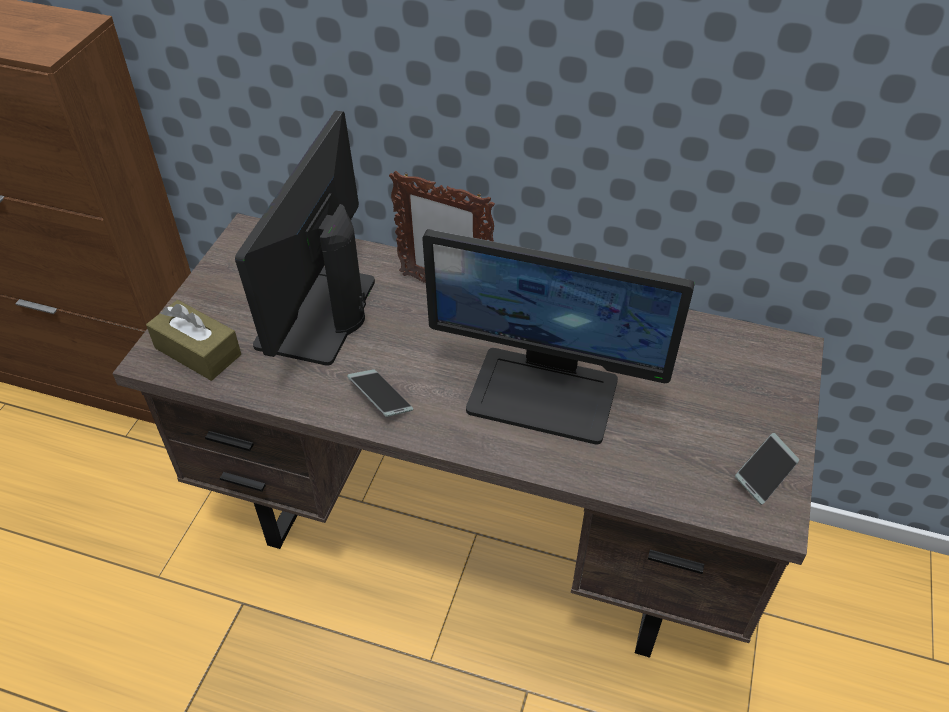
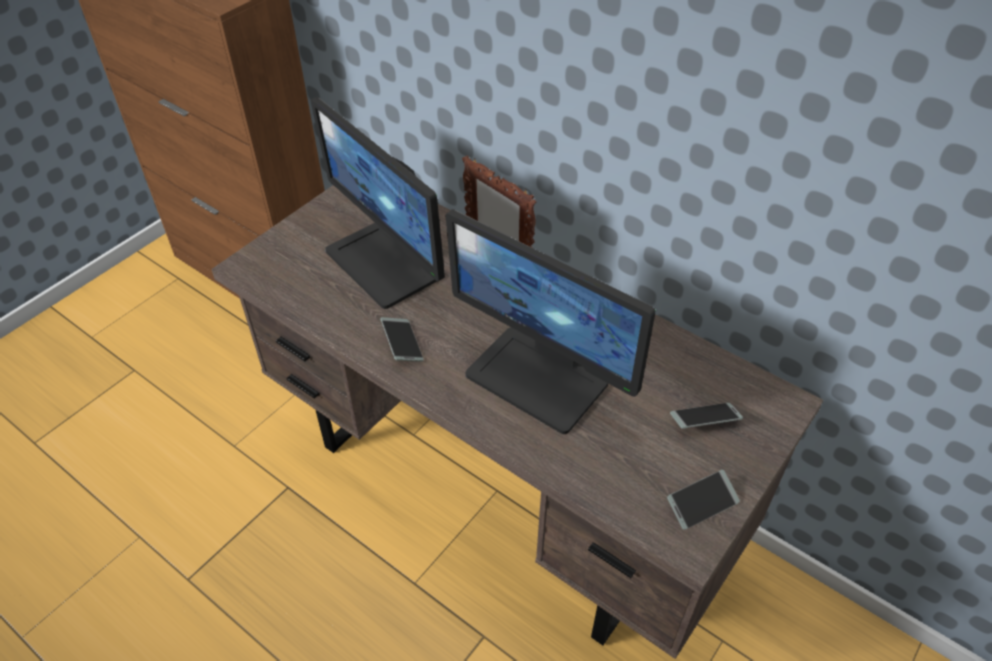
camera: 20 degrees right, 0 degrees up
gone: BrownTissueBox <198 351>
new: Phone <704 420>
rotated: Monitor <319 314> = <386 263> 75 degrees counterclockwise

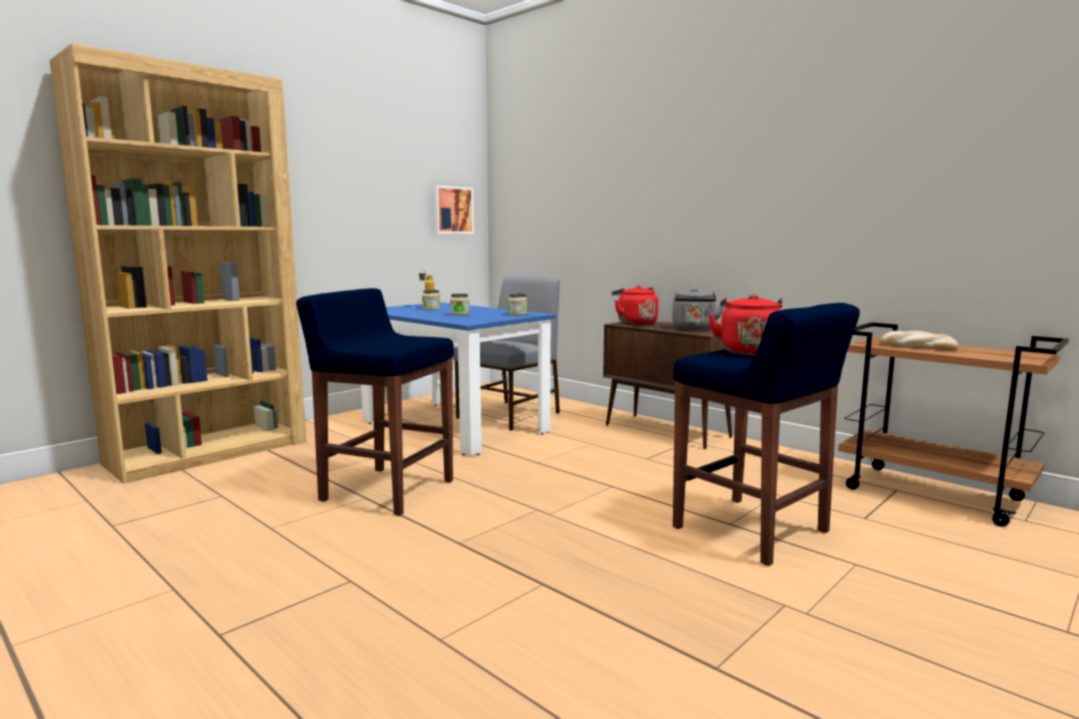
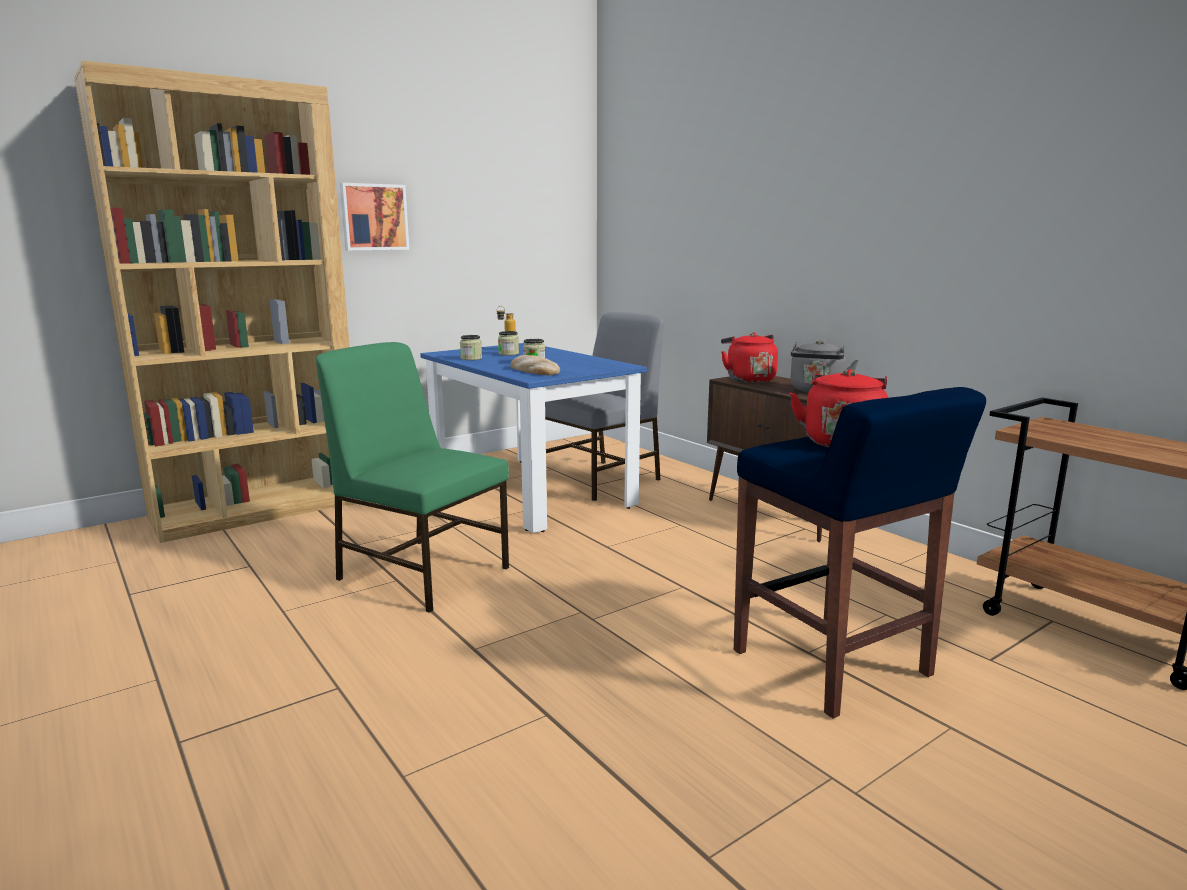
camera: 10 degrees right, 5 degrees up
shifted: Picture <452 210> to <374 217>; Jar <517 314> to <471 358>; Bread <917 346> to <533 370>
swapped: BlueStool <386 490> to GreenChair <422 572>

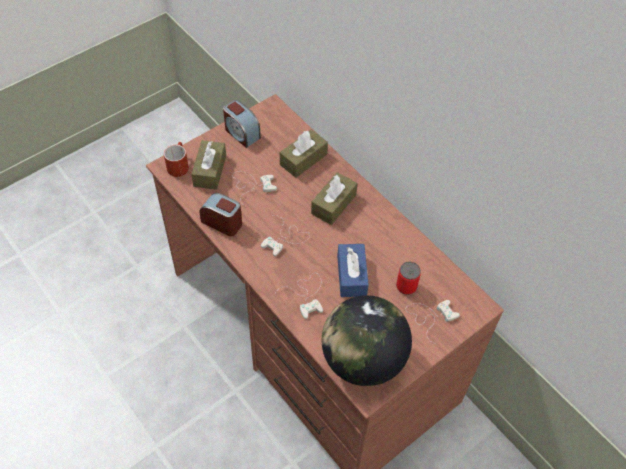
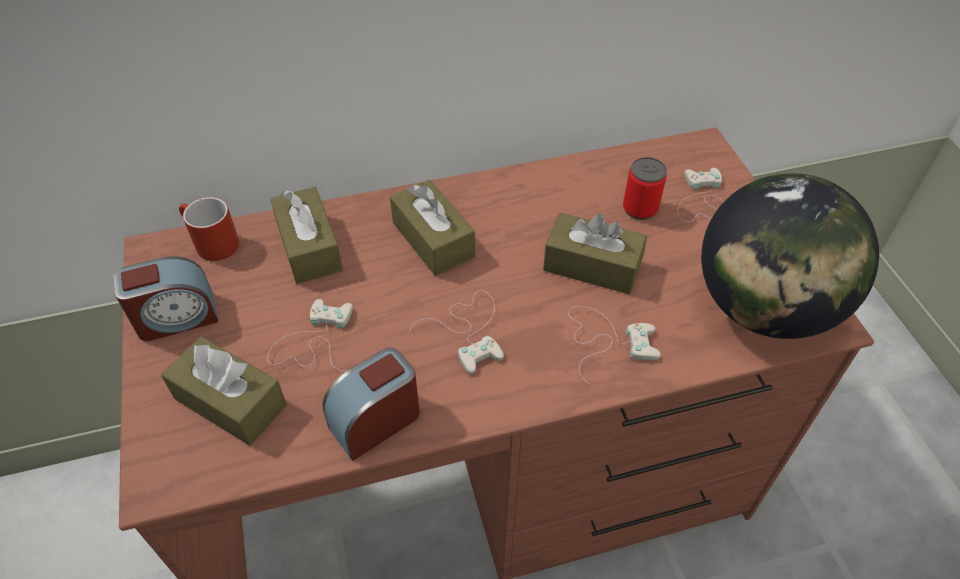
camera: 65 degrees left, 5 degrees down
shifted: RedMug <178 165> to <210 243>
repainted: BlueTissueBox <351 275> to BrownTissueBox <592 266>

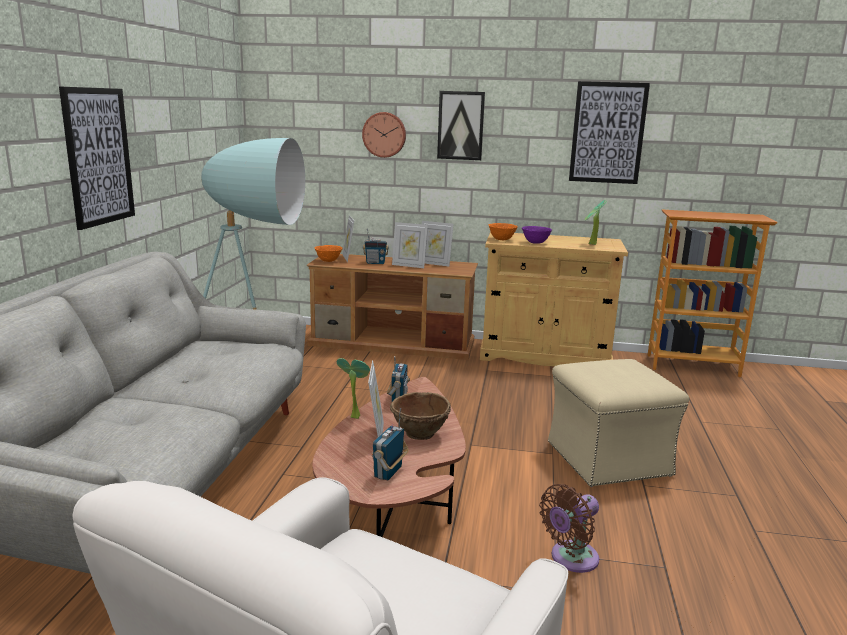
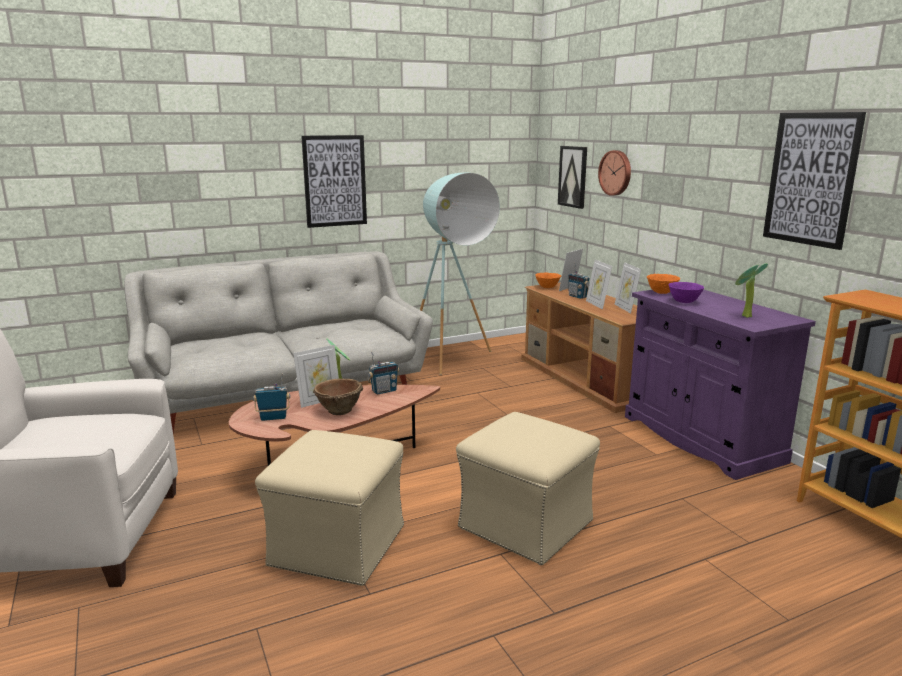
camera: 55 degrees right, 0 degrees up
shifted: Picture <460 125> to <573 176>
swapped: BrownFan <571 559> to BeigeOttoman <337 547>
repainted: BeigeCabinet <544 355> to PurpleCabinet <701 438>

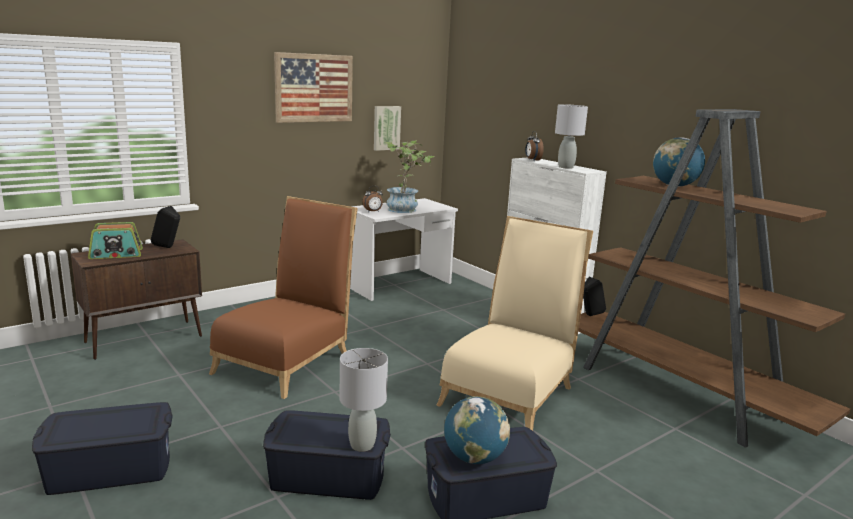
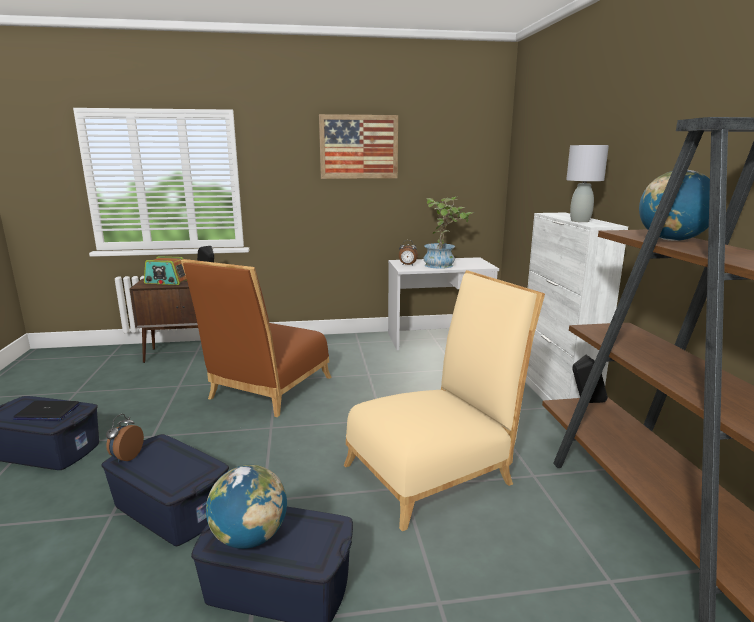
camera: 30 degrees right, 0 degrees up
gone: GreyTableLamp <362 445>; Picture <386 128>
new: Laptop <47 412>
shifted: AlarmClock <532 160> to <126 457>
rotated: BrownChair <287 360> = <266 391> 150 degrees clockwise

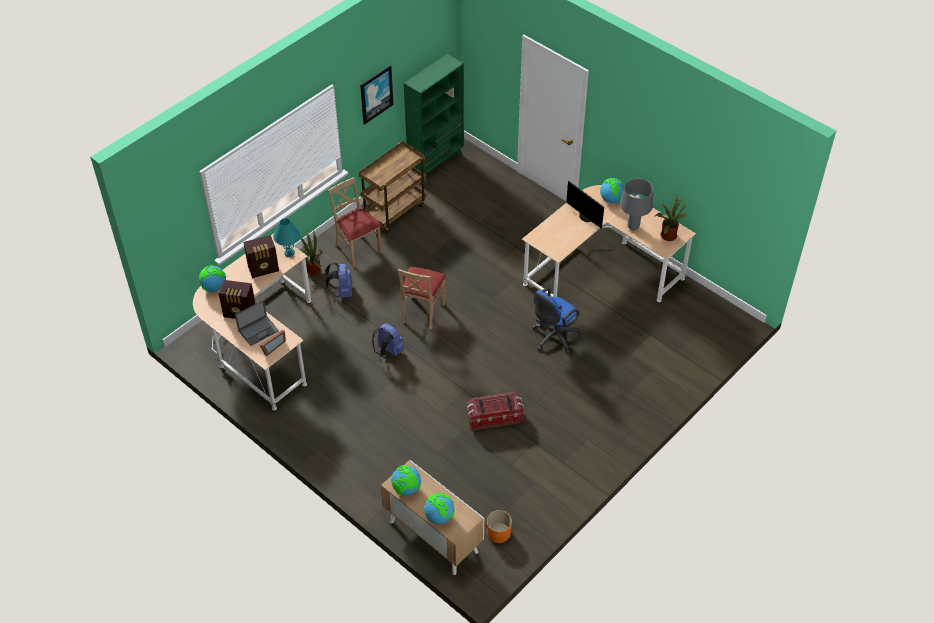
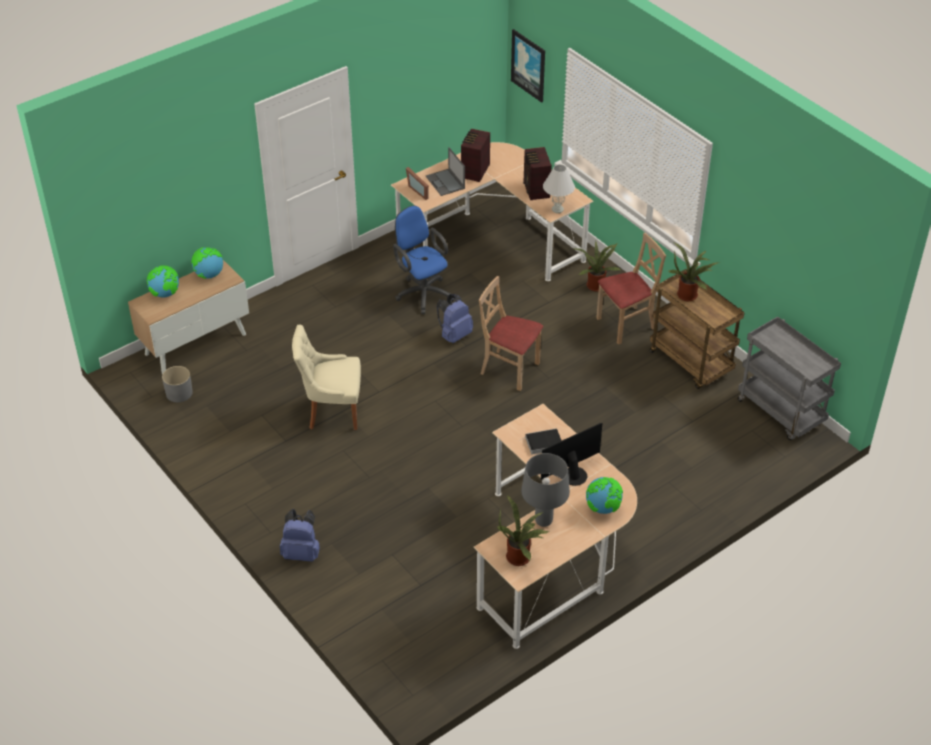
camera: 100 degrees right, 5 degrees down
gone: Globe <214 288>
new: Book <542 443>; PottedPlant <689 294>
shifted: BlueBackpack <342 291> to <302 553>; Picture <376 94> to <529 65>; BlueOfficeChair <553 337> to <422 292>
swapped: GreenBookcase <436 164> to GreyCart <781 412>; StorageBox <494 417> to BeigeChair <332 411>
repainted: TurquoiseTableLamp <289 252> to WhiteTableLamp <557 209>; OrangePlanter <498 533> to GreyPlanter <179 393>

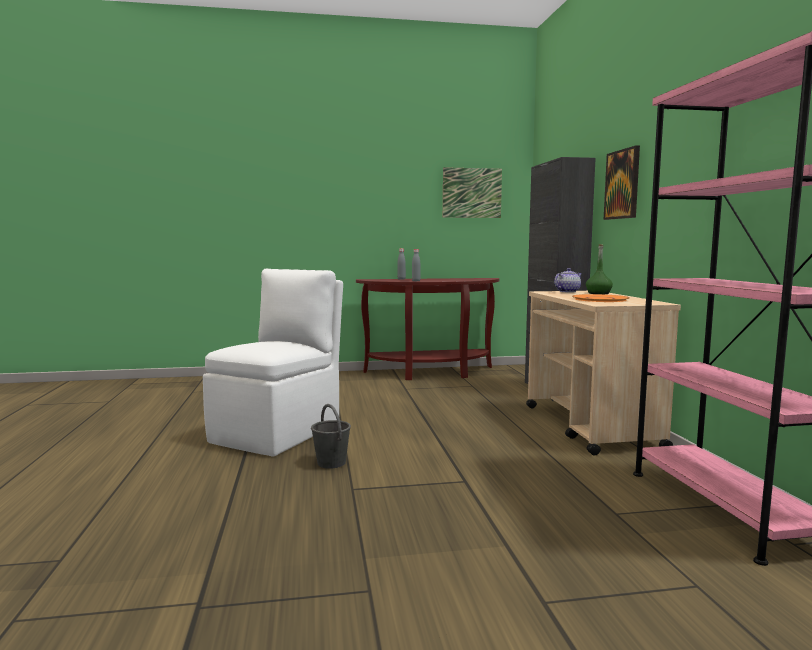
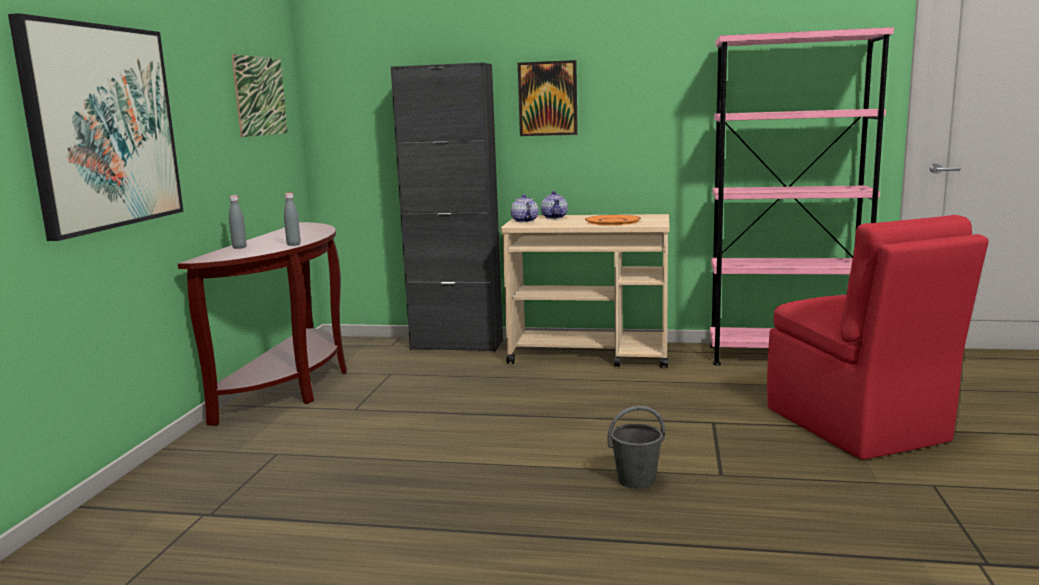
camera: 70 degrees left, 5 degrees up
gone: WhiteChair <279 432>
new: Picture <103 127>; RedChair <857 426>
swapped: GreenBottle <598 293> to Teapot <554 217>

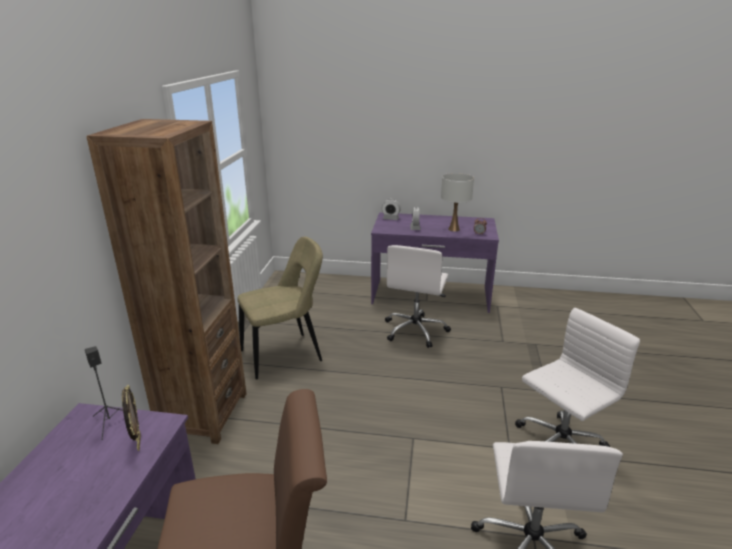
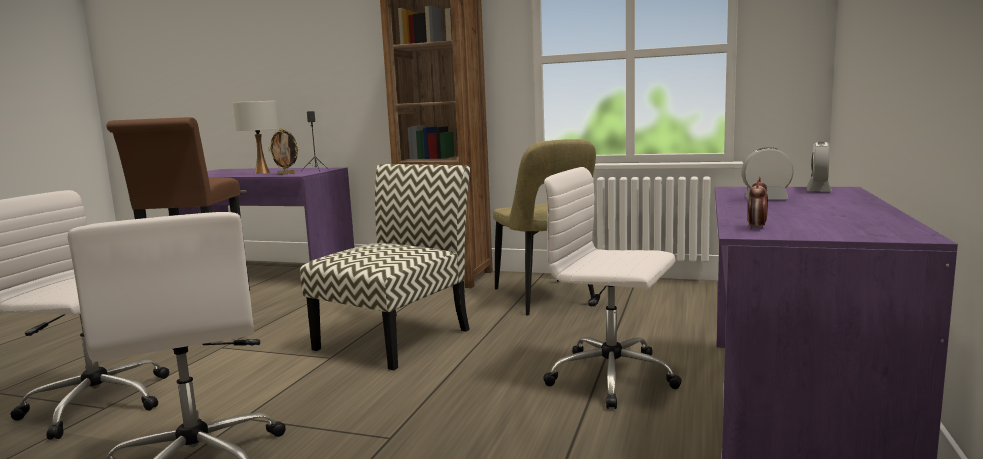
camera: 100 degrees right, 15 degrees down
new: Chair <394 338>
shifted: WhiteTableLamp <454 229> to <262 173>

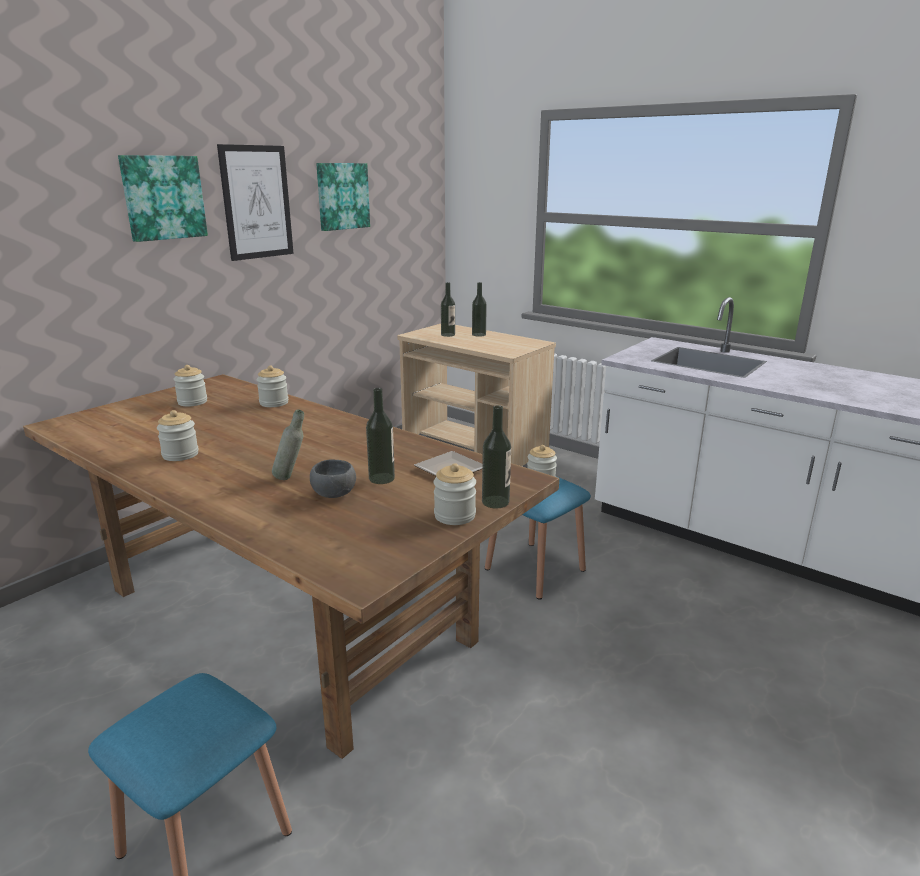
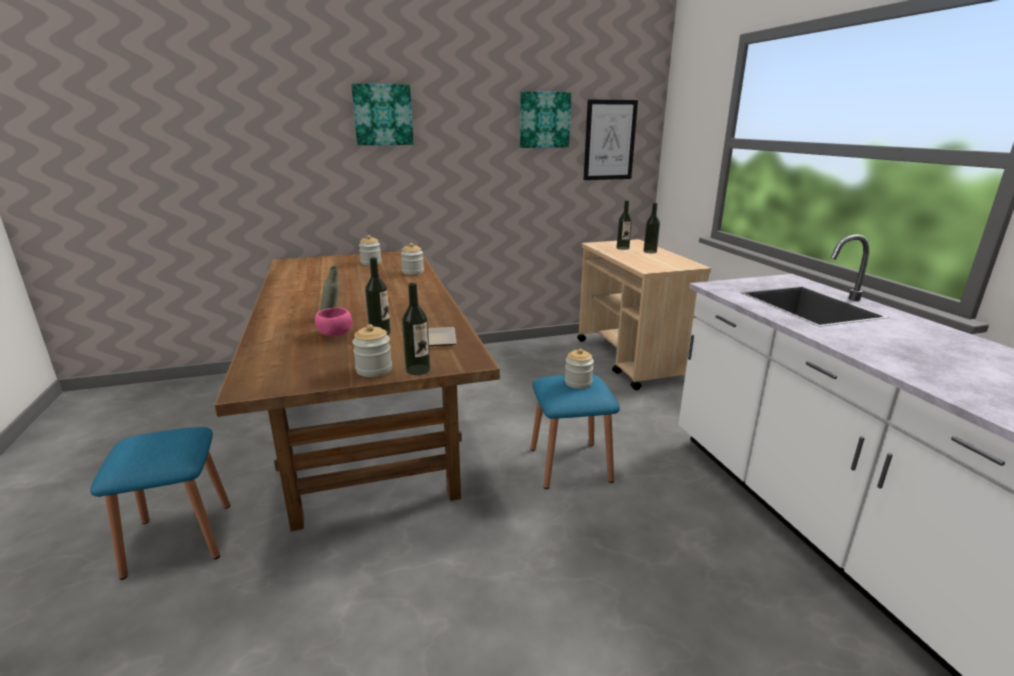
camera: 35 degrees right, 0 degrees up
gone: Jar <180 454>
shifted: Picture <257 202> to <609 140>
repainted: GreyBowl <333 494> to PinkBowl <334 334>

